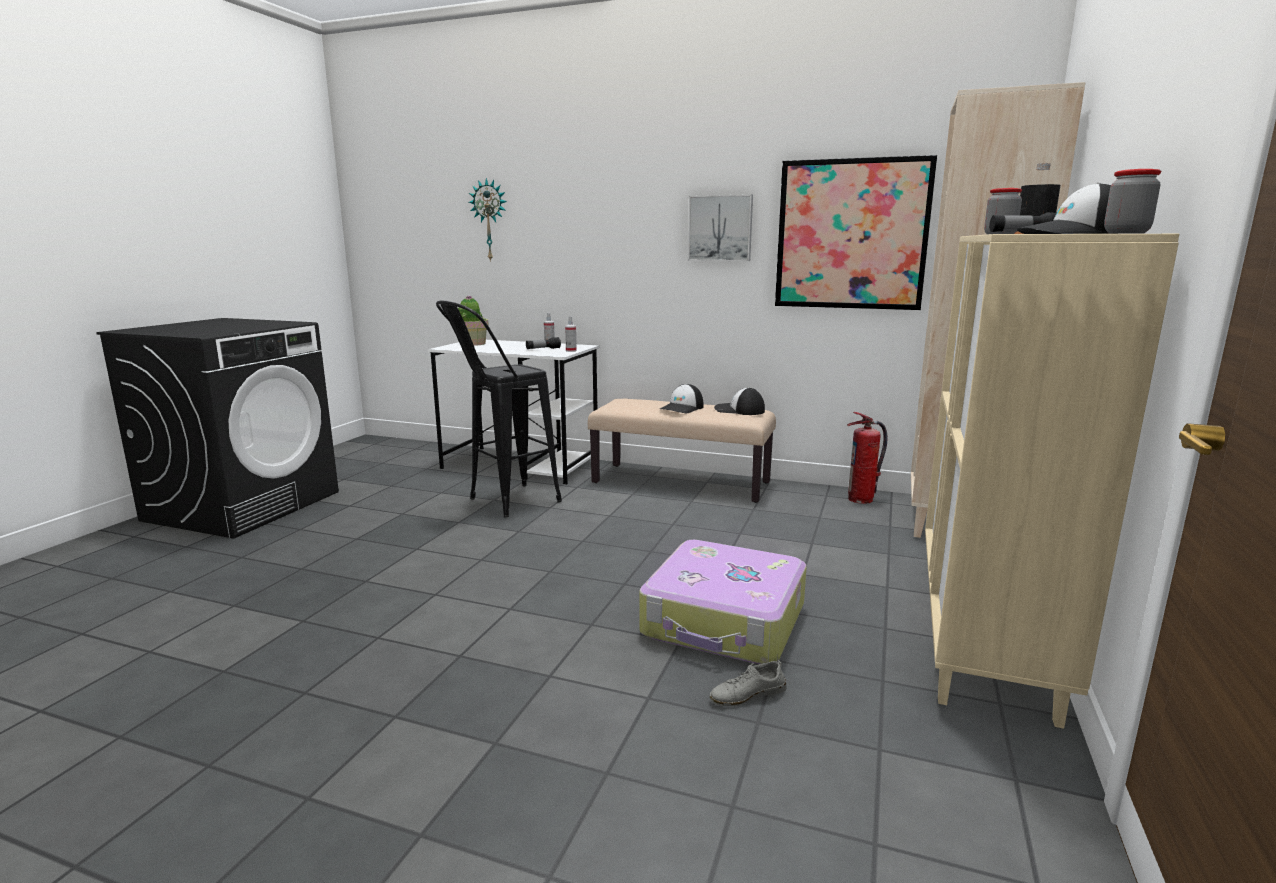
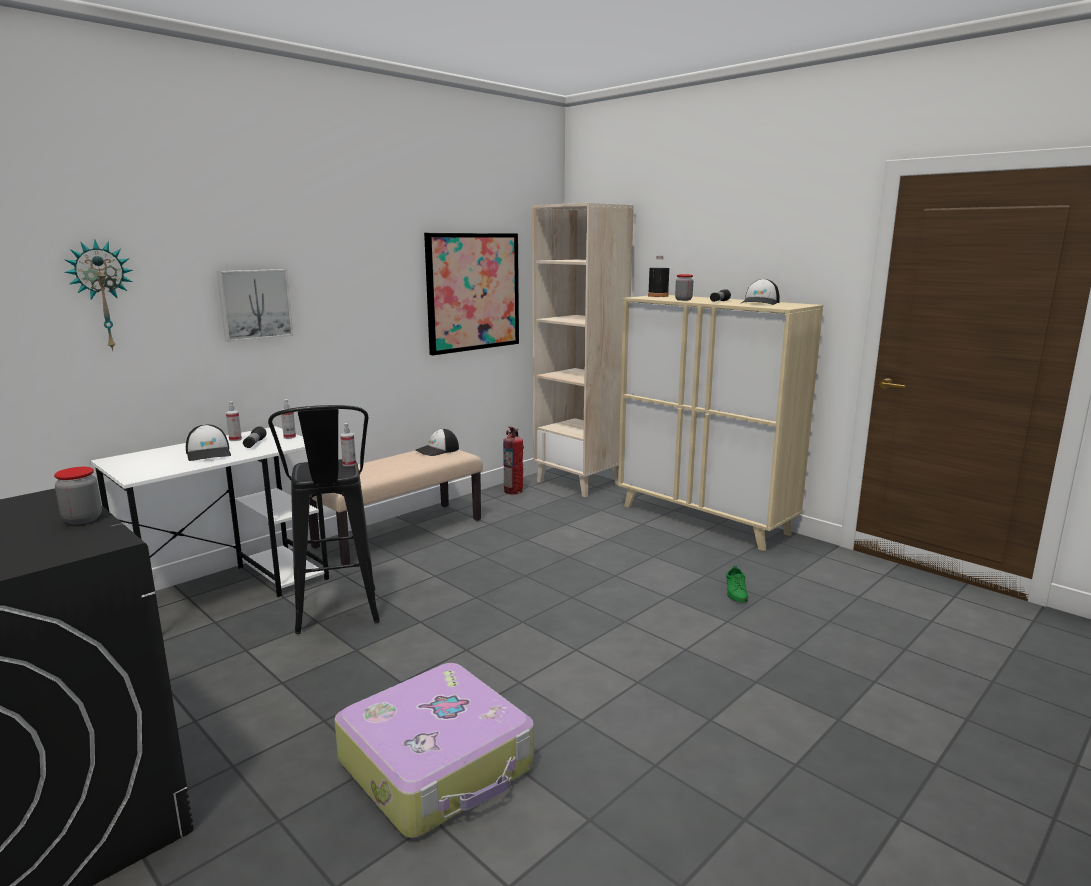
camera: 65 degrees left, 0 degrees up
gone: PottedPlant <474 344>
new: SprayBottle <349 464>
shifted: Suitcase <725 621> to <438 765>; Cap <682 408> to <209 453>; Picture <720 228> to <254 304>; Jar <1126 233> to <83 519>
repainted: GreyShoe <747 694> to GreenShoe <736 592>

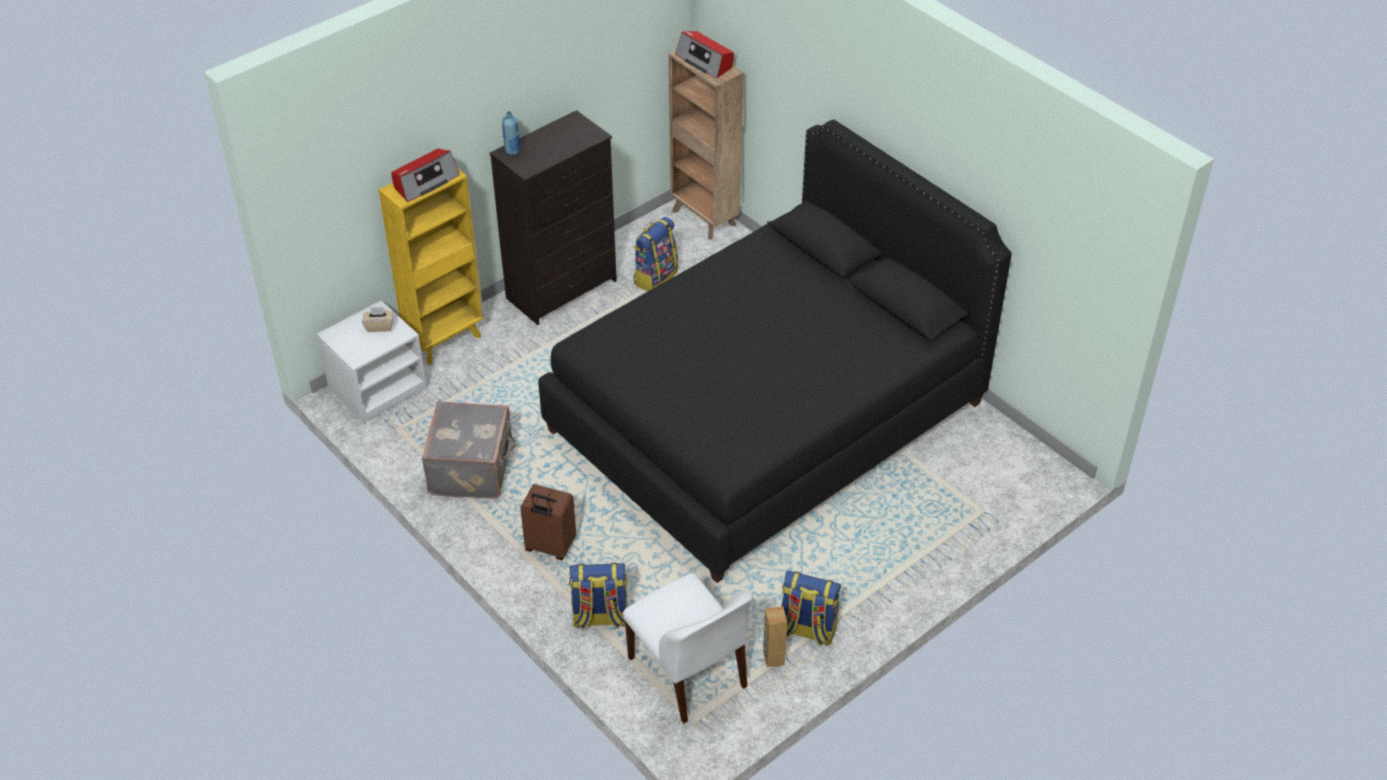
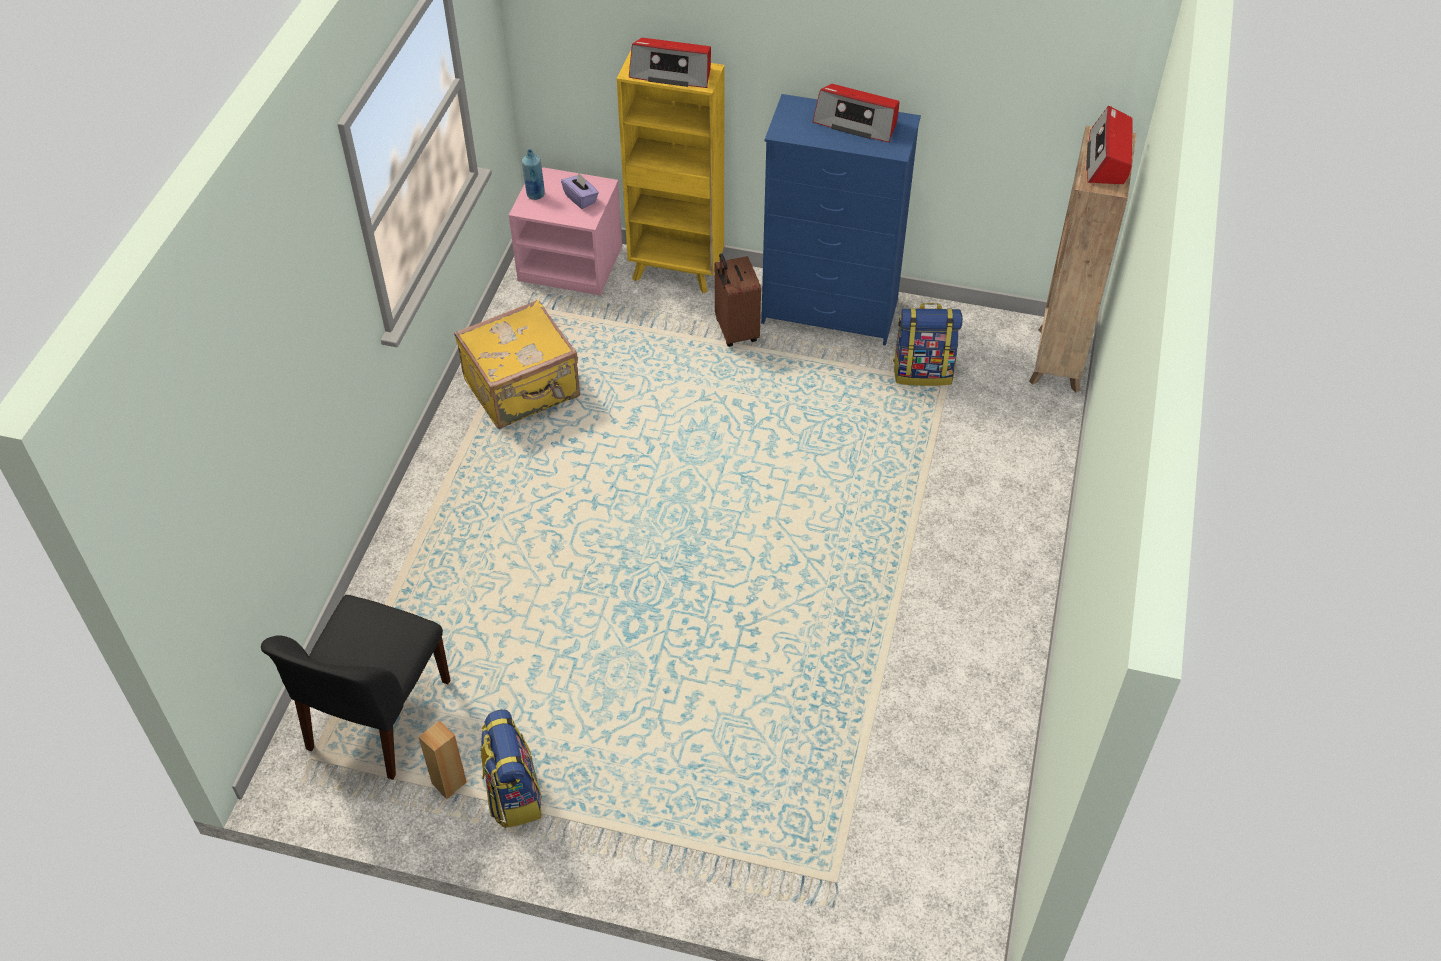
camera: 55 degrees right, 5 degrees up
gone: BlackBed <766 417>; Backpack <599 617>
new: Radio <857 122>
shifted: BlueBottle <512 150> to <535 194>; BrownSuitcase <549 547> to <735 331>
repainted: WhiteNightstand <377 387> to PinkNightstand <571 263>; BeigeTissueBox <379 326> to PurpleTissueBox <581 199>; GreySuitcase <473 469> to YellowSuitcase <523 389>; BlackDresser <563 289> to BlueDresser <830 313>; WhiteChair <689 674> to BlackChair <376 717>

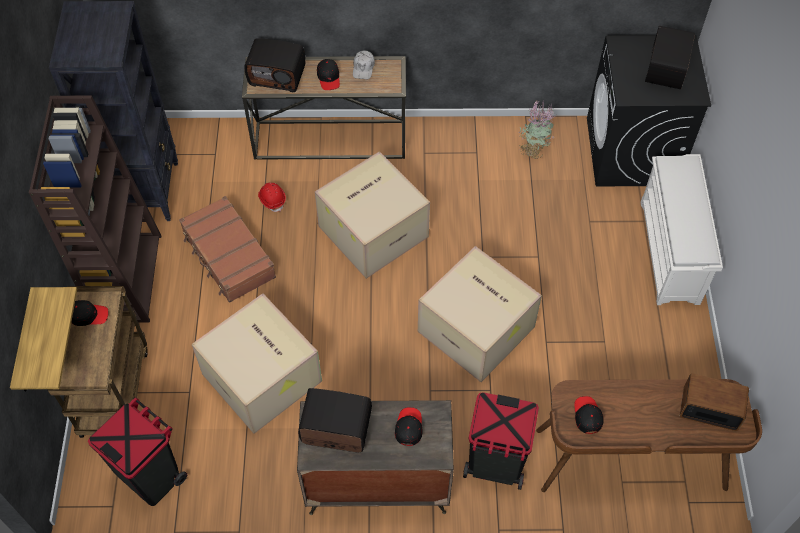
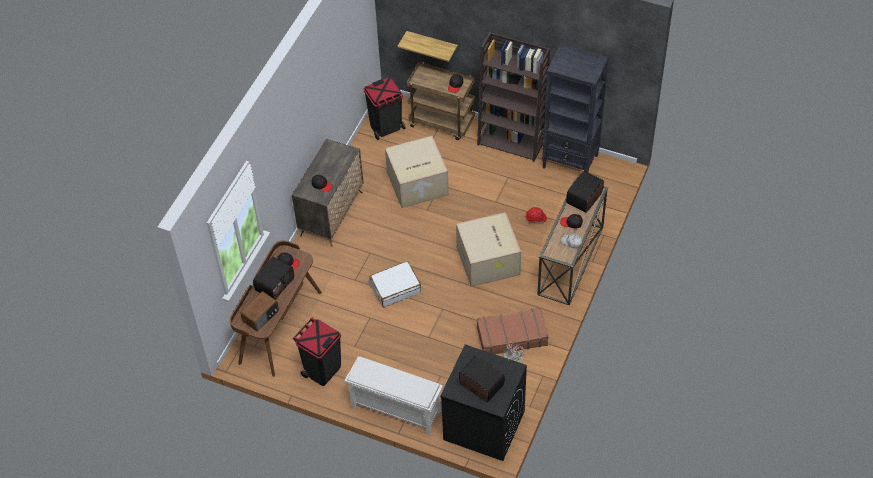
camera: 115 degrees right, 5 degrees down
shifted: BrownSuitcase <228 256> to <511 336>; Radio <335 430> to <274 284>; BlackTrashCan <495 464> to <322 370>
swapped: CardboardBox <478 329> to WhiteSuitcase <395 288>

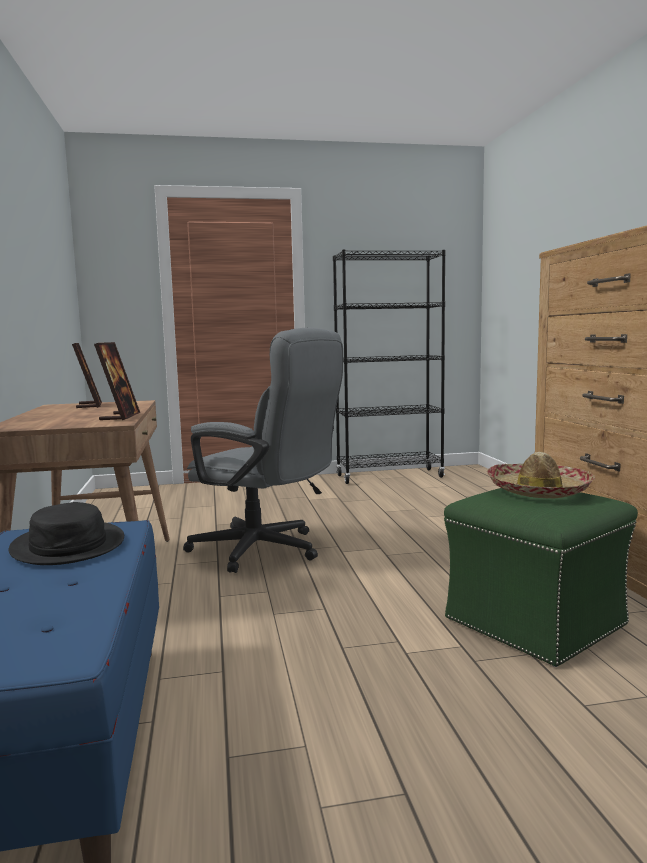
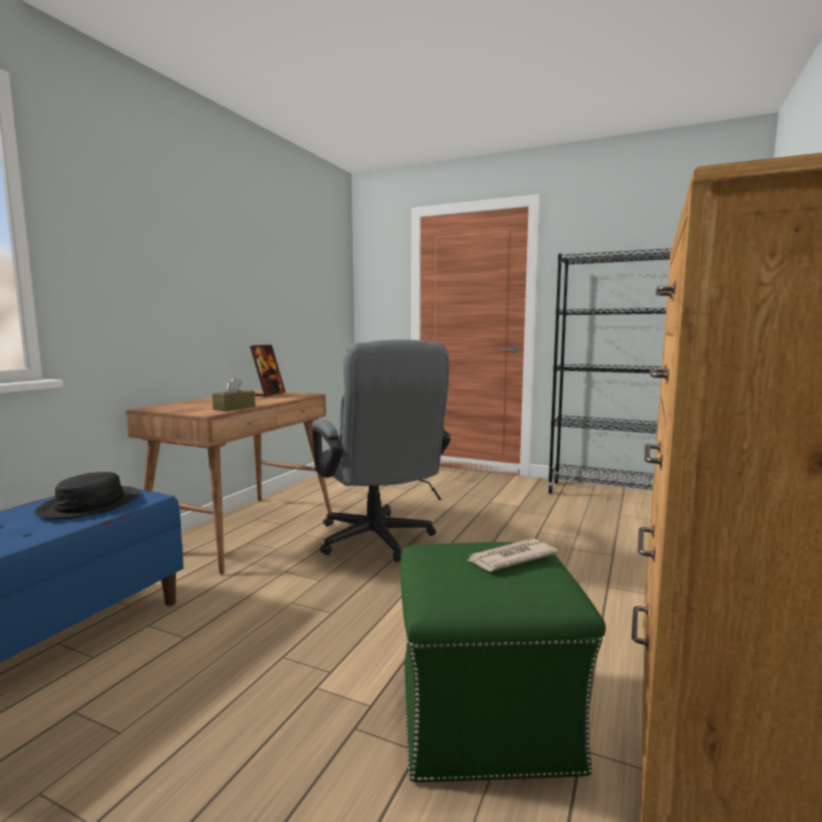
camera: 35 degrees right, 0 degrees up
swapped: PictureFrame <120 417> to BrownTissueBox <234 408>; Hat <538 491> to Newspaper <510 558>

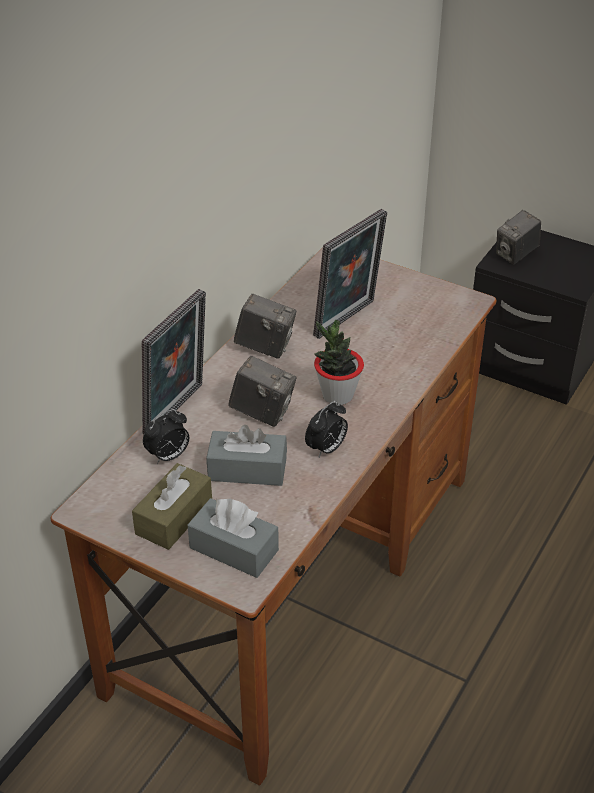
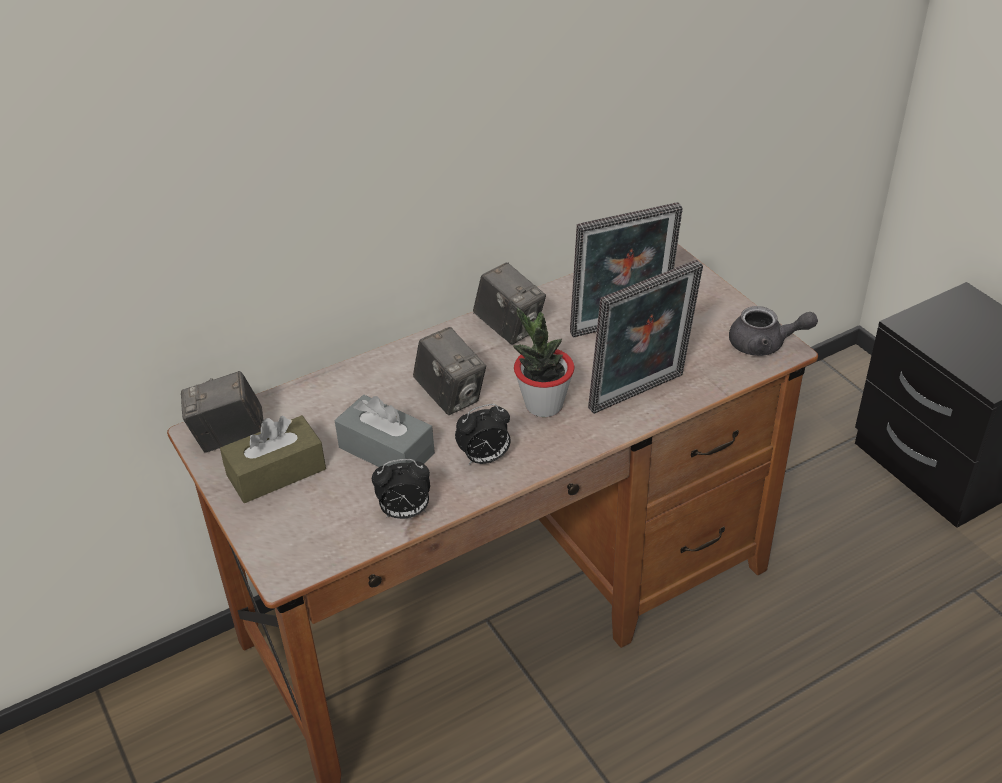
camera: 30 degrees right, 0 degrees up
gone: GreyTissueBox <234 549>
new: GreyTeapot <765 345>
shifted: PictureFrame <178 411> to <640 395>; AlarmClock <168 456> to <404 513>; PhotoCamera <516 255> to <229 437>

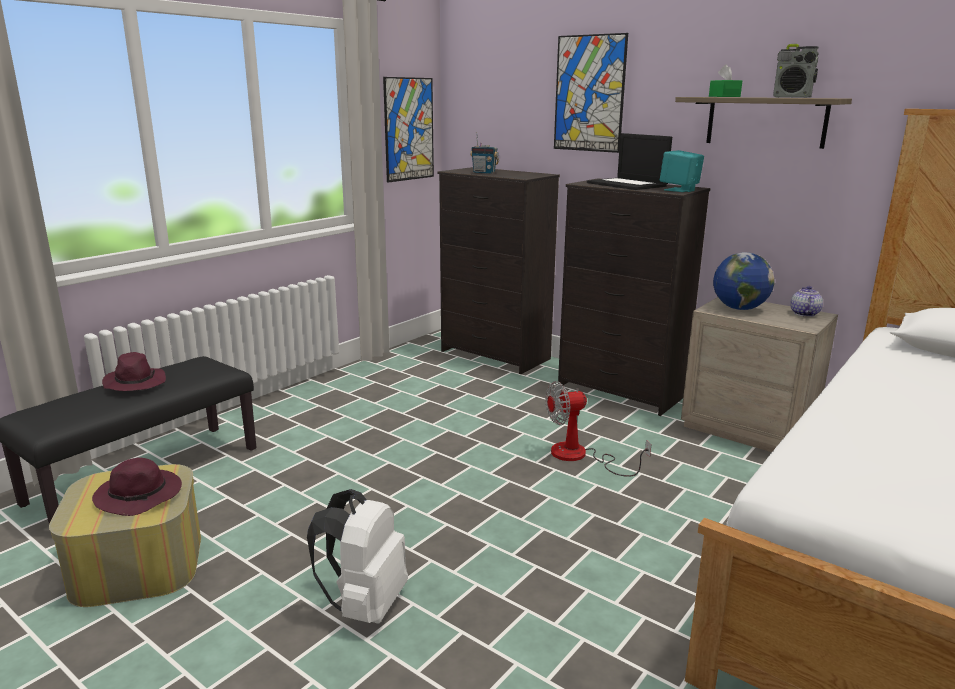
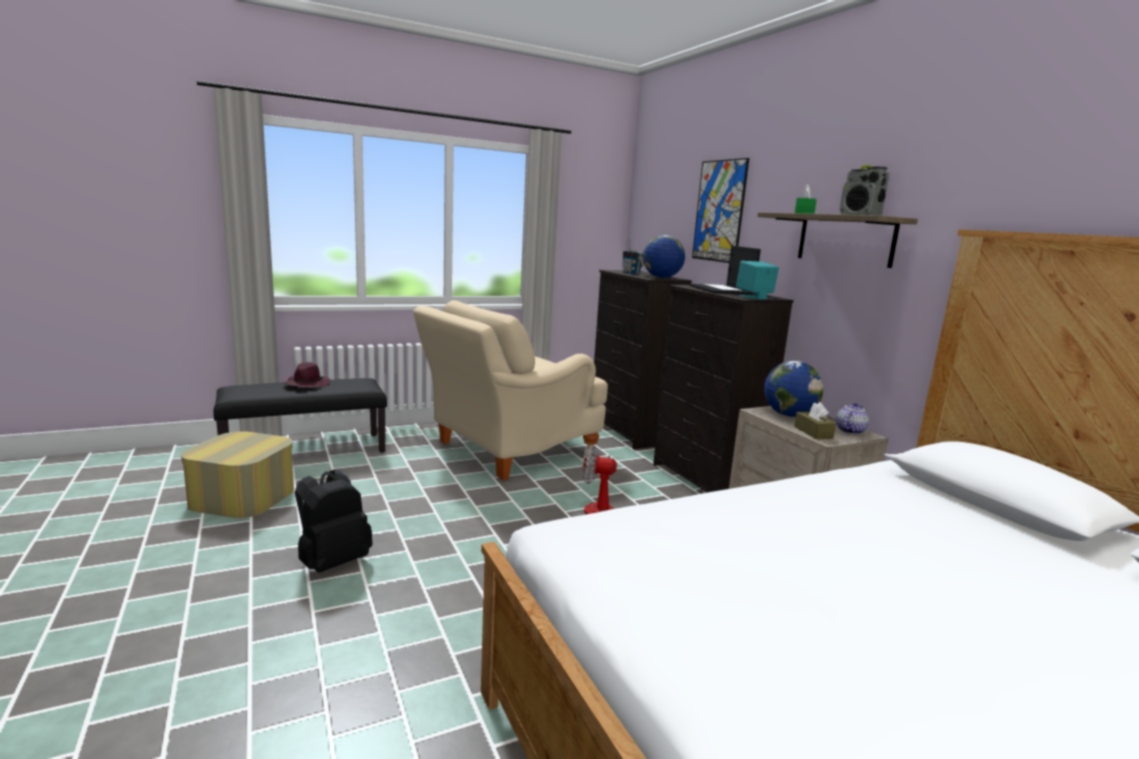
camera: 25 degrees right, 5 degrees down
gone: PurpleHat <140 496>; Picture <409 129>
new: BeigeArmchair <508 450>; Globe <661 277>; BrownTissueBox <813 432>
repainted: WhiteBackpack <364 605> to BlackBackpack <332 562>

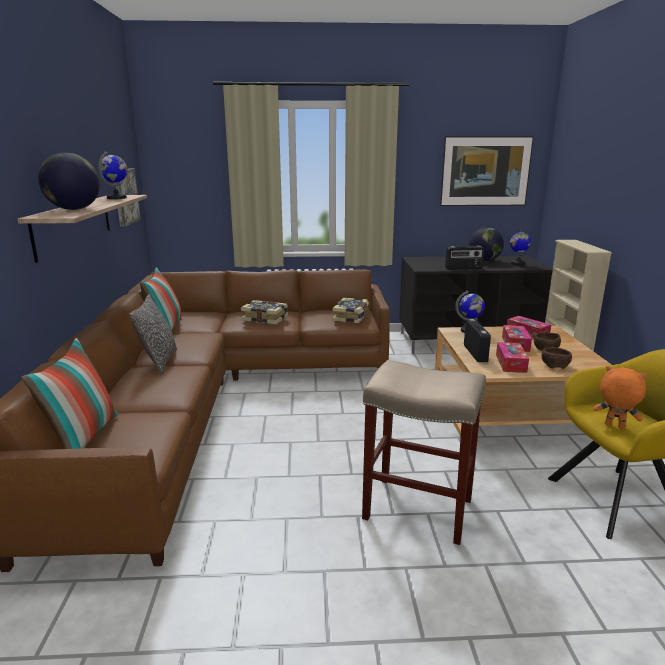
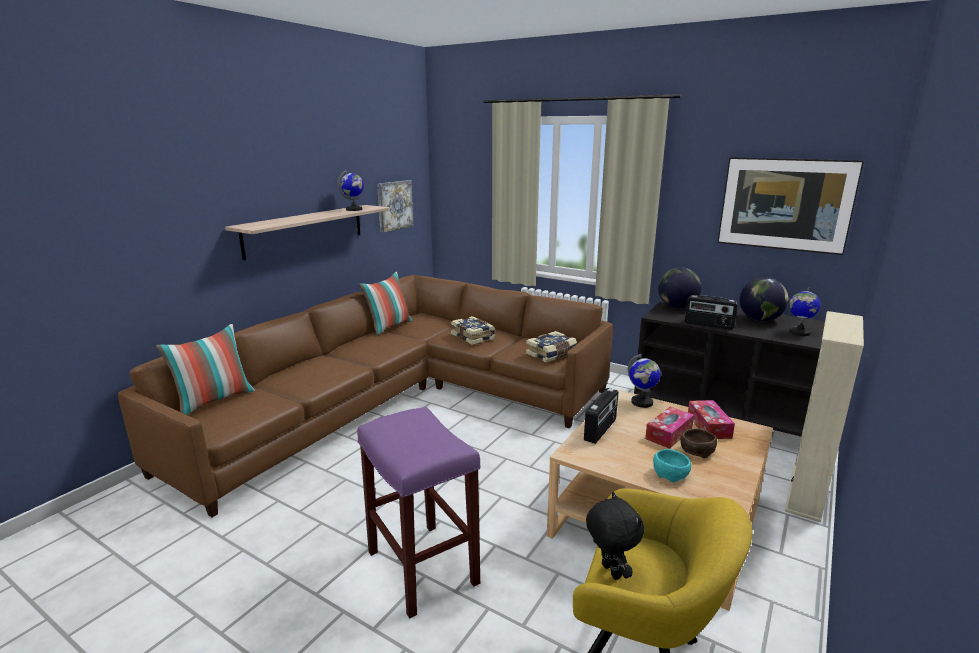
camera: 35 degrees right, 0 degrees up
gone: Pillow <159 362>; TissueBox <511 363>
shifted: Globe <74 209> to <677 307>
repainted: BeigeStool <419 508> to PurpleStool <423 568>; BrownBowl <554 365> to TurquoiseBowl <670 474>; OrangePlushToy <614 426> to BlackPlushToy <609 571>

